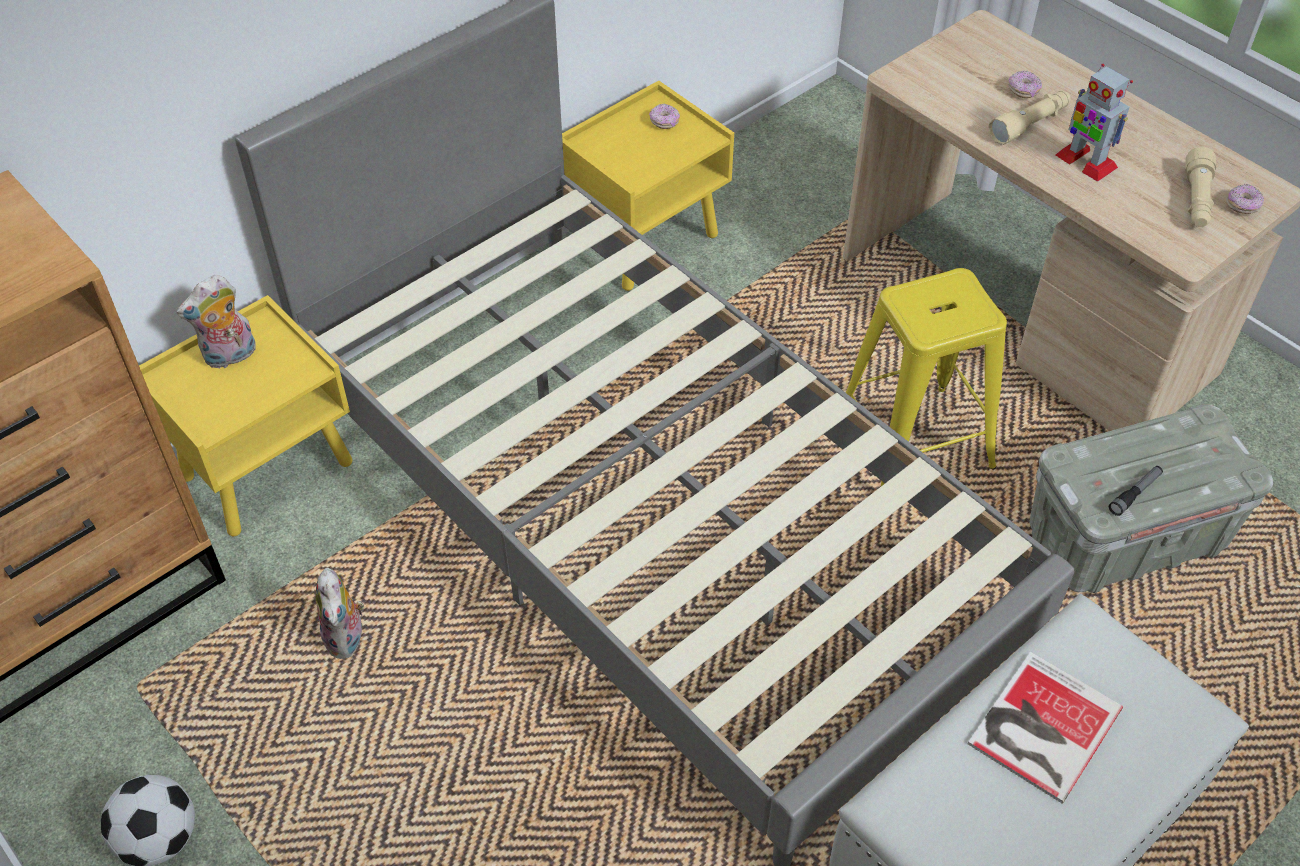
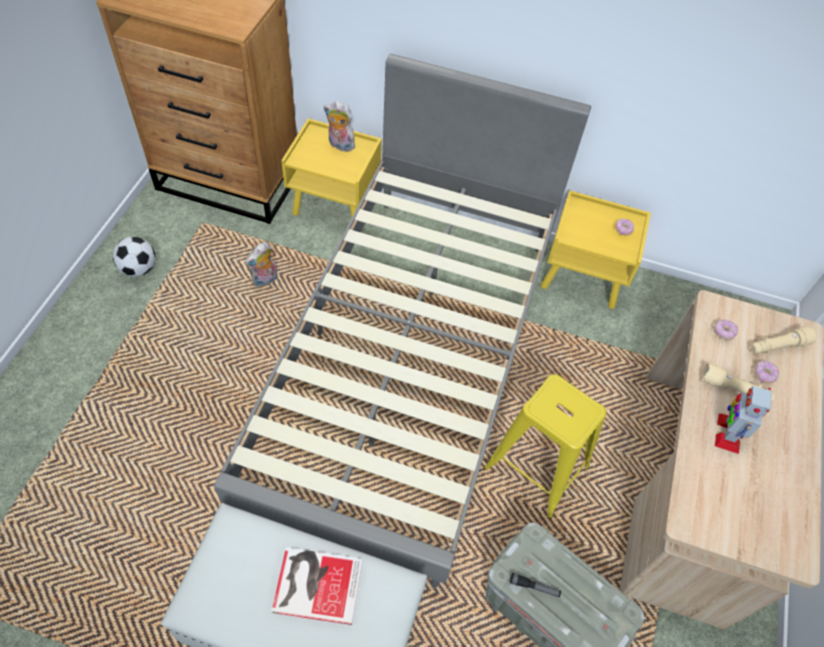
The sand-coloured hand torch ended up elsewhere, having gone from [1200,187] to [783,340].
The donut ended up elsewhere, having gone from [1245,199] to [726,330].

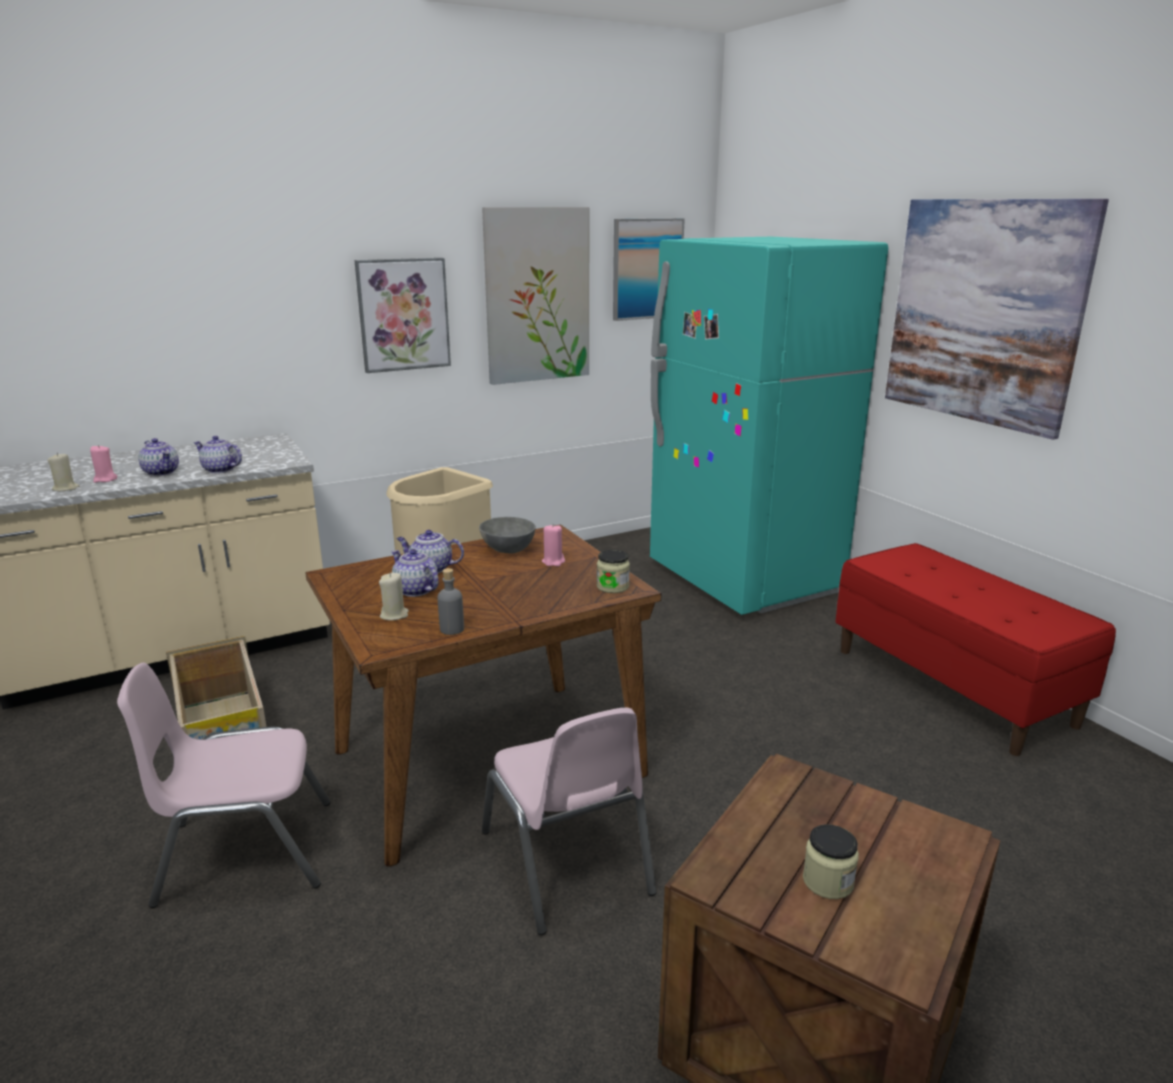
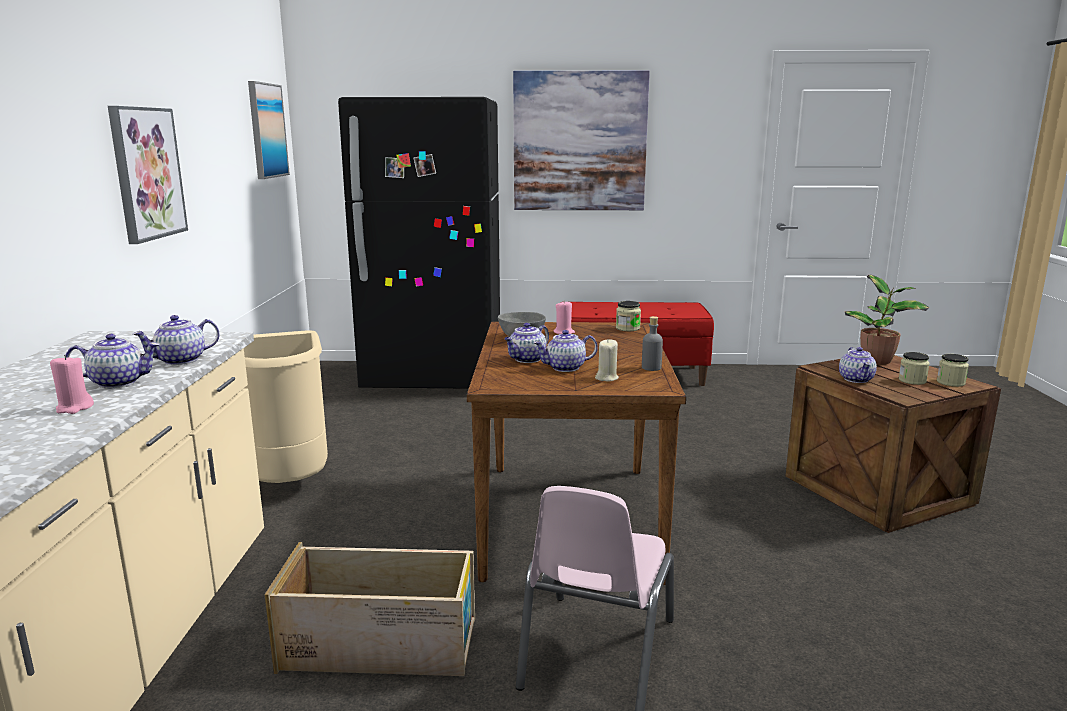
The second view lost the wall art at [535,296].
What was the blue-green kitchen fridge at [769,426] turned into the black kitchen fridge at [419,243].
The second view lost the sand-coloured wax candle at [63,472].
The second view lost the pink-coloured upright chair at [569,821].
The second view gained the houseplant at [887,319].
The second view gained the pot for tea at [858,365].
The second view gained the storage jar at [953,370].

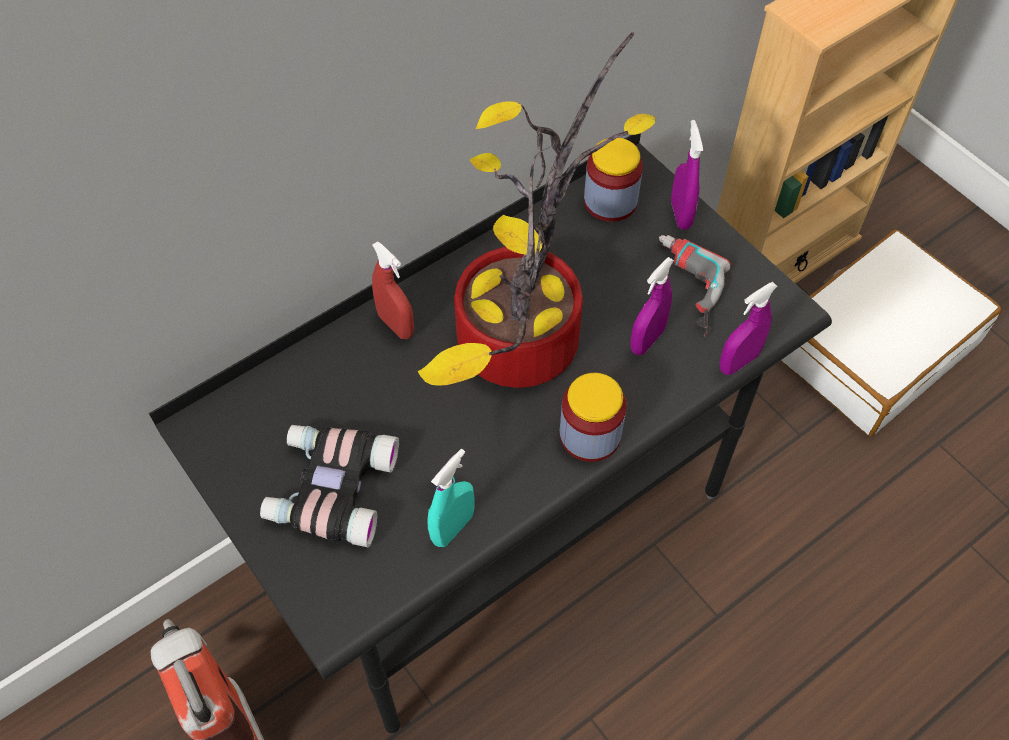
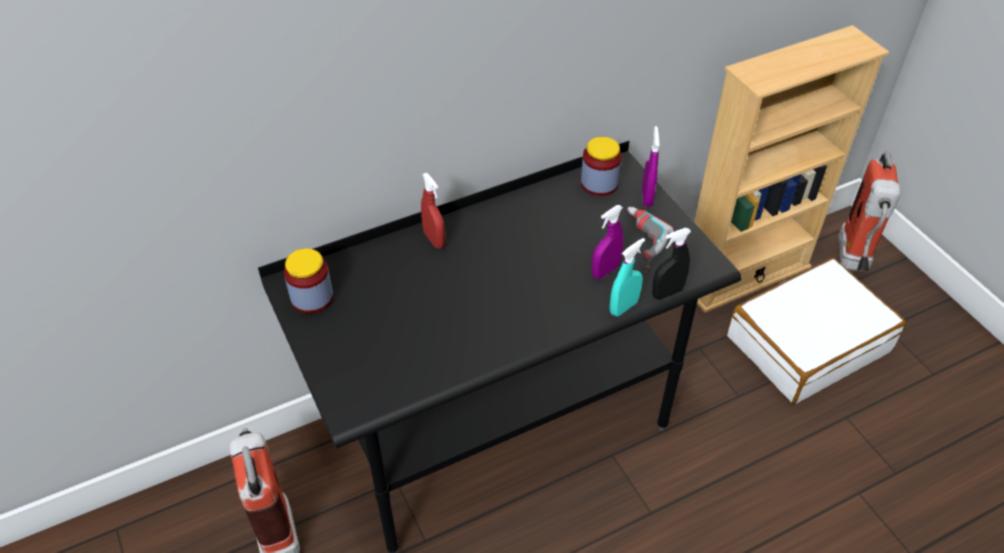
The second view lost the houseplant at [536,210].
What was the purple-coloured spray bottle at [748,328] turned into the black spray bottle at [671,263].
The storage jar ended up elsewhere, having gone from [593,417] to [308,281].
The second view lost the pair of binoculars at [329,486].
The blue-green spray bottle ended up elsewhere, having gone from [451,498] to [627,277].
The second view gained the fire extinguisher at [870,211].

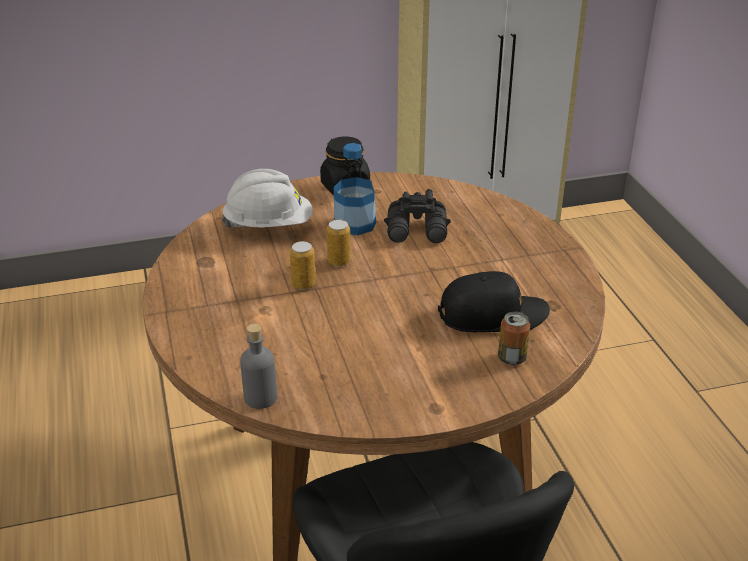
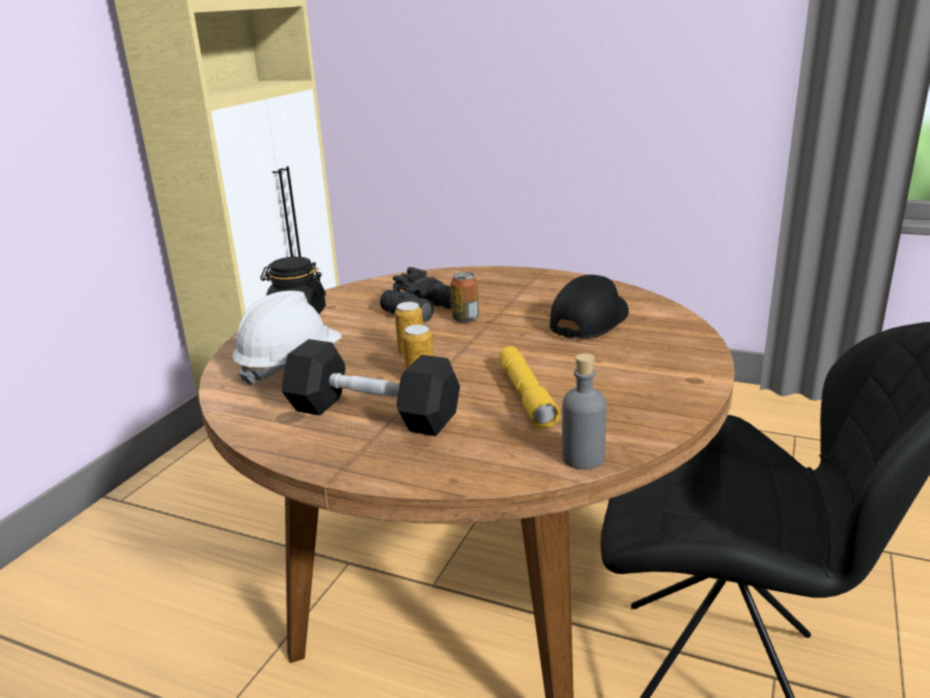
The second view lost the beverage bottle at [355,189].
The metal can ended up elsewhere, having gone from [514,338] to [465,297].
The second view gained the black free weight at [371,387].
The second view gained the yellow hand torch at [529,387].

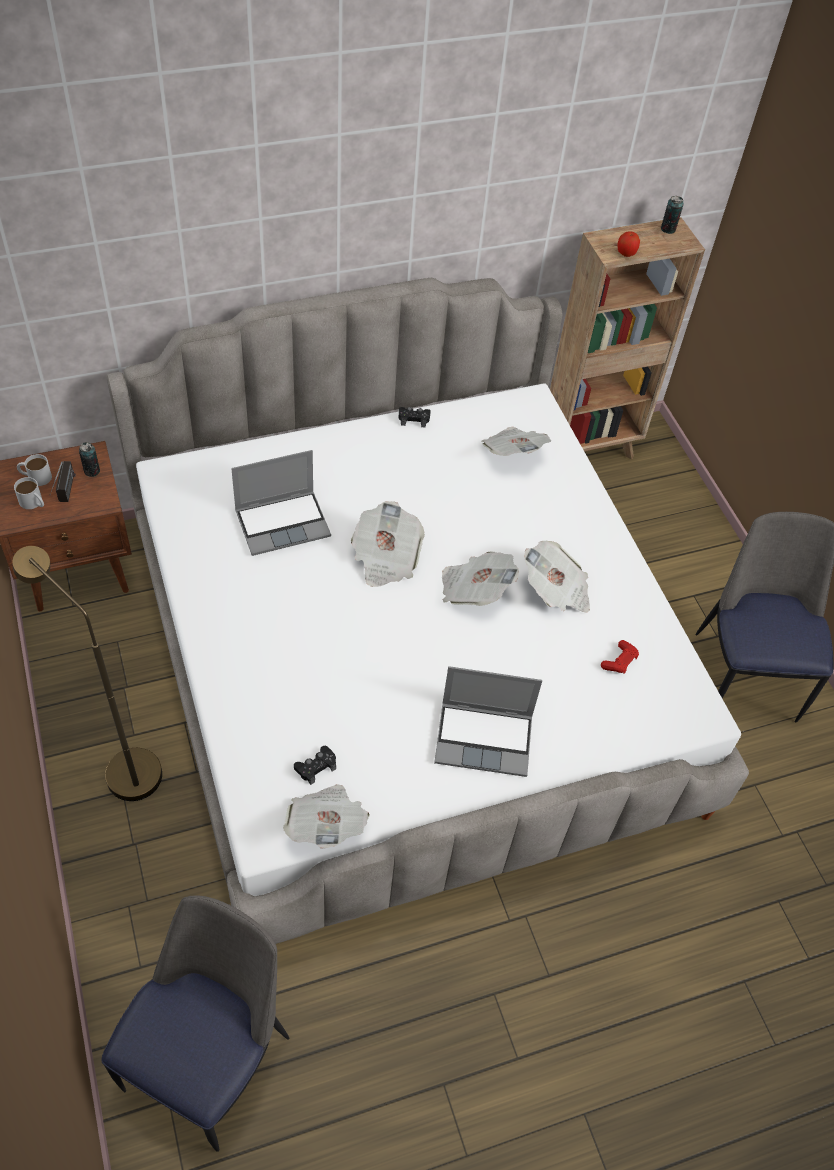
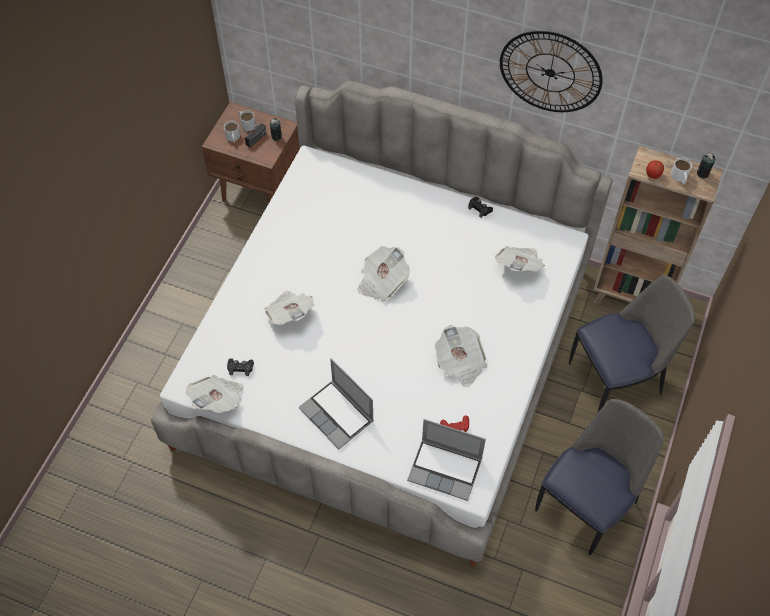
The portable computer ended up elsewhere, having gone from [281,503] to [446,460].
The second view lost the brown-coloured standing lamp at [87,673].
The newspaper ended up elsewhere, having gone from [480,578] to [289,308].
The upright chair ended up elsewhere, having gone from [195,1023] to [632,344].
The second view gained the wall clock at [551,71].
The second view gained the white coffee mug at [681,170].

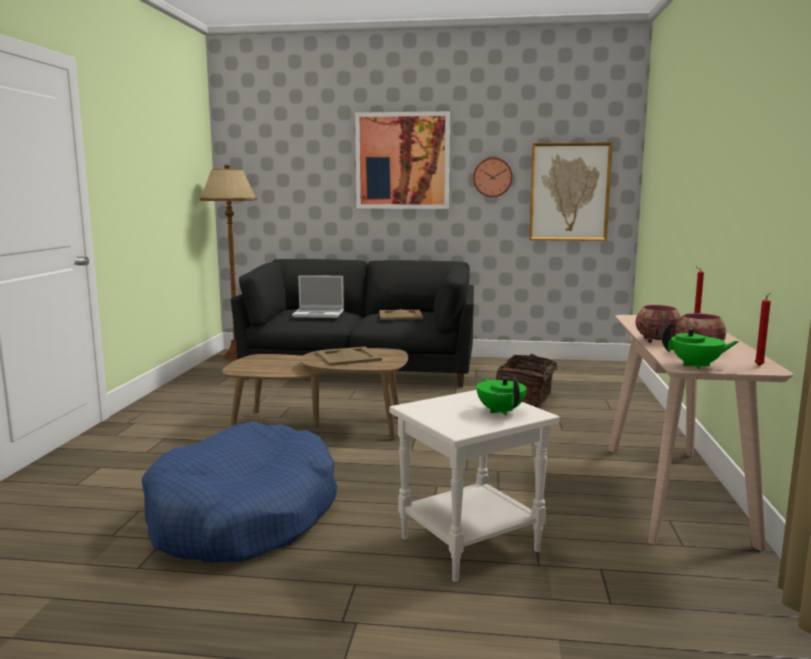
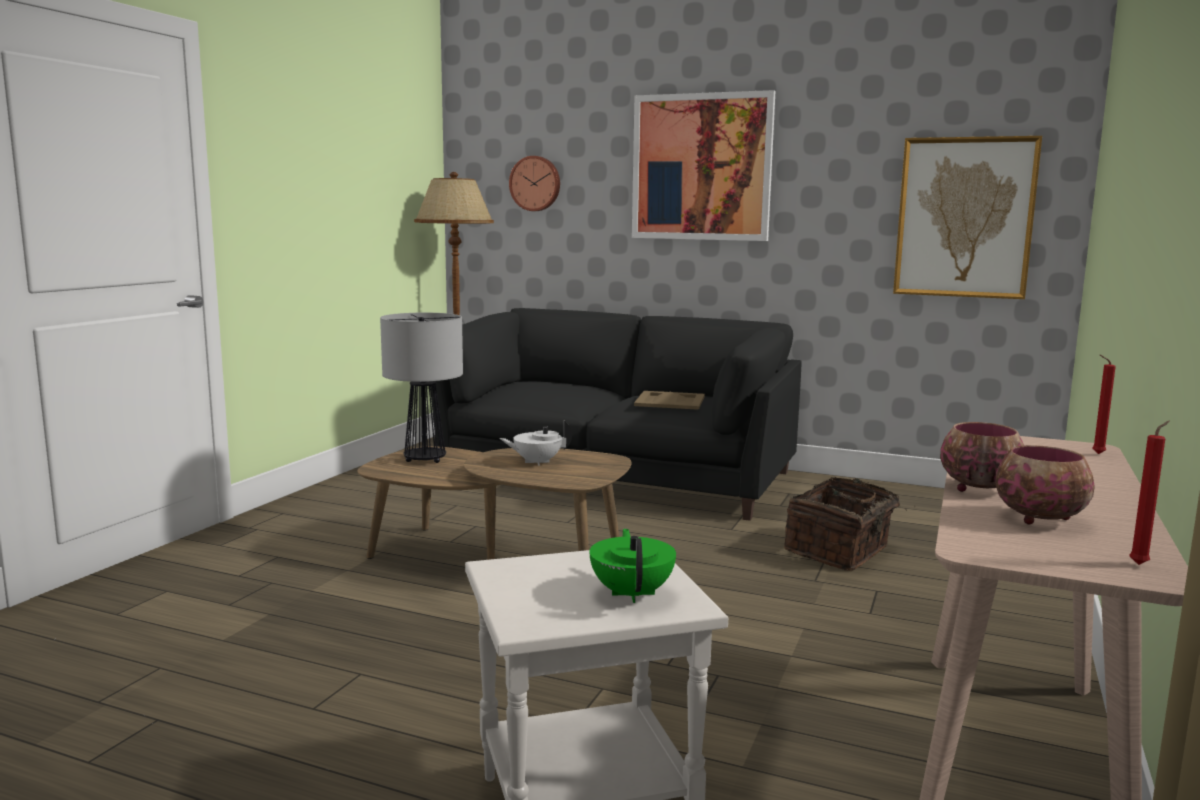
The wall clock ended up elsewhere, having gone from [493,177] to [534,183].
The second view lost the portable computer at [318,296].
The second view lost the green-coloured pot for tea at [700,345].
Where the sand-coloured tray stood at [349,356], the white pot for tea came to stand at [535,443].
The second view lost the blue pet bed at [239,492].
The second view gained the table lamp at [421,388].

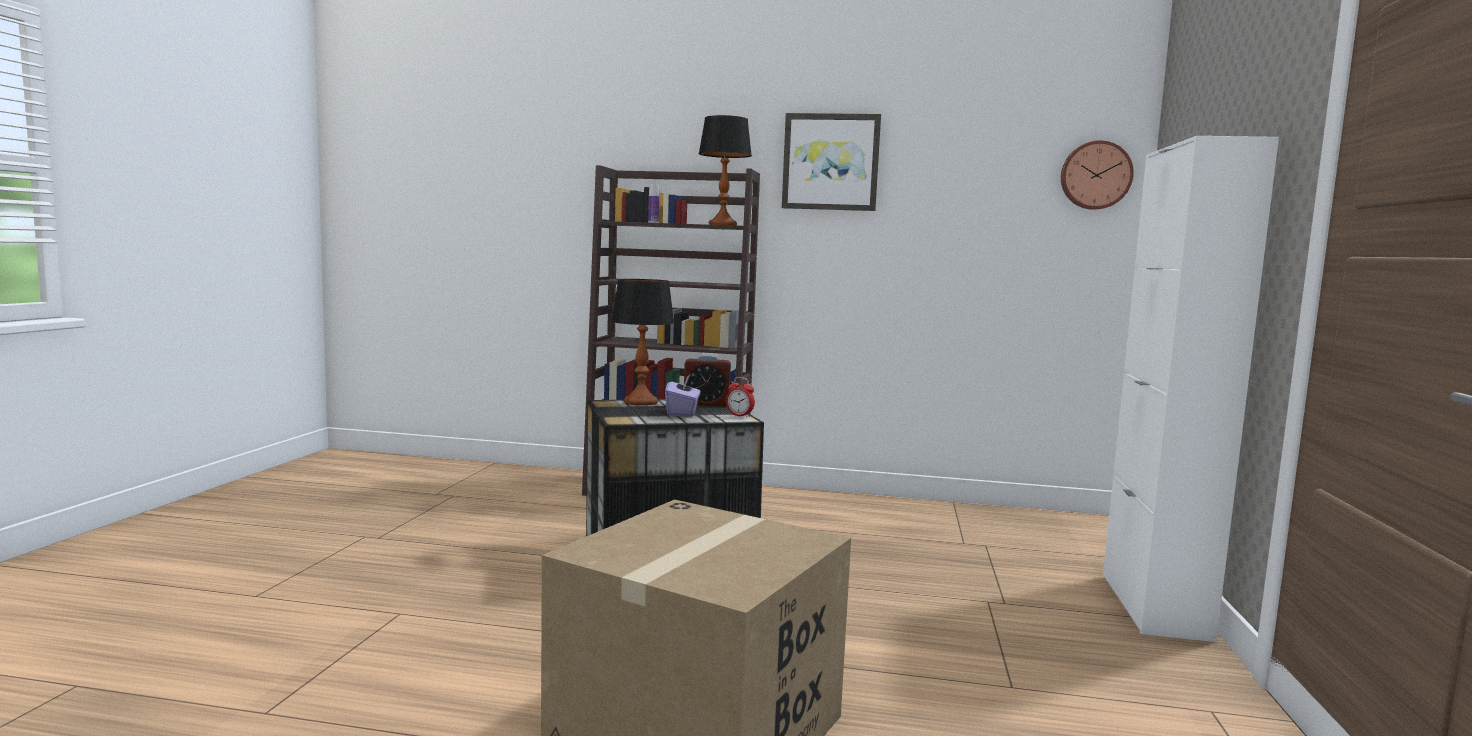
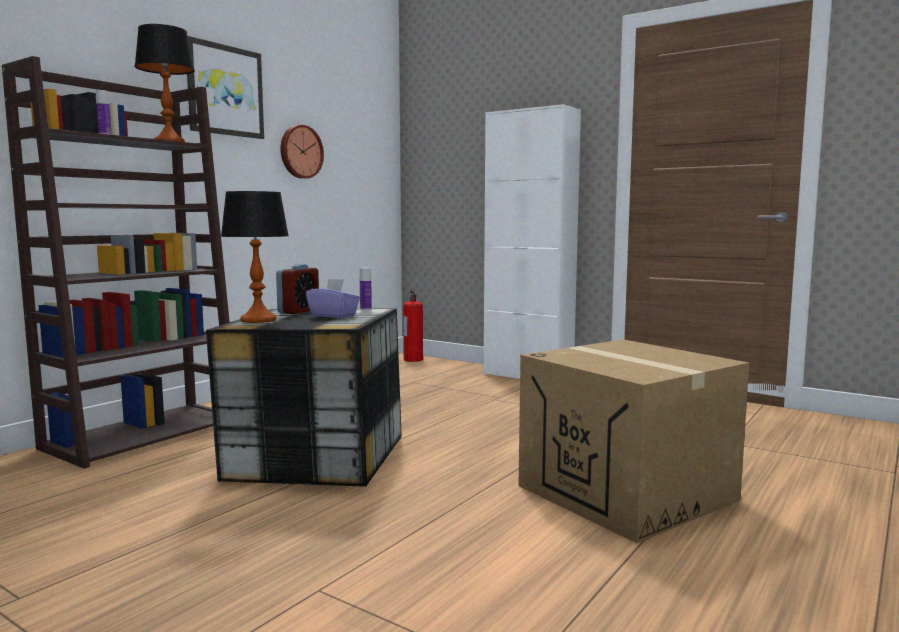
The wall clock ended up elsewhere, having gone from [1097,175] to [302,152].
Where the table clock stood at [740,397], the beverage bottle came to stand at [366,289].
The second view gained the fire extinguisher at [413,326].

